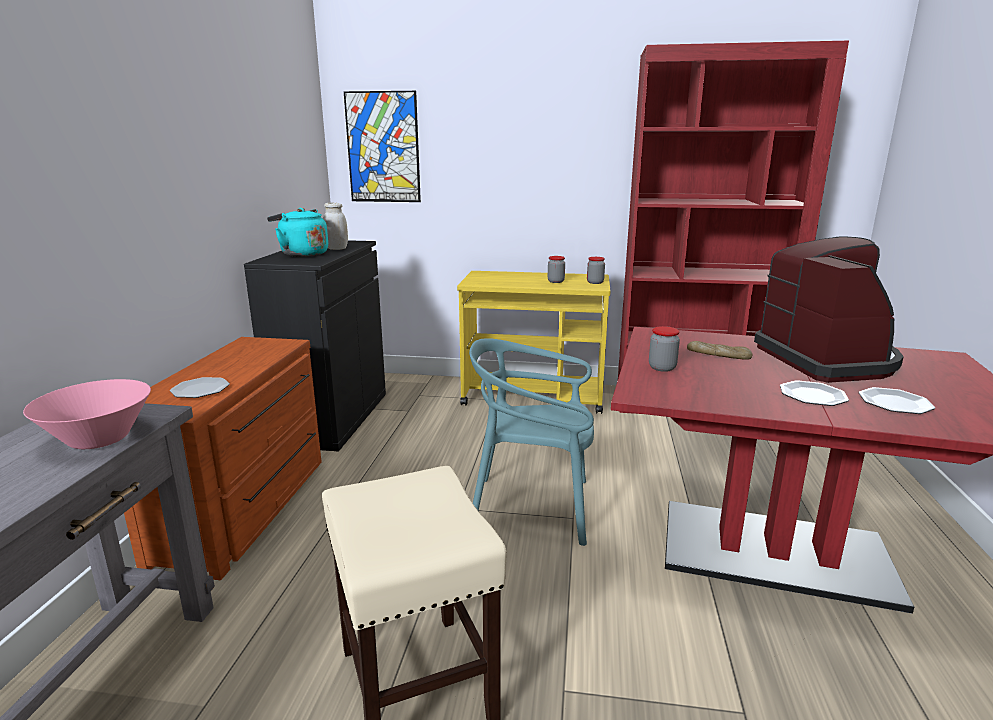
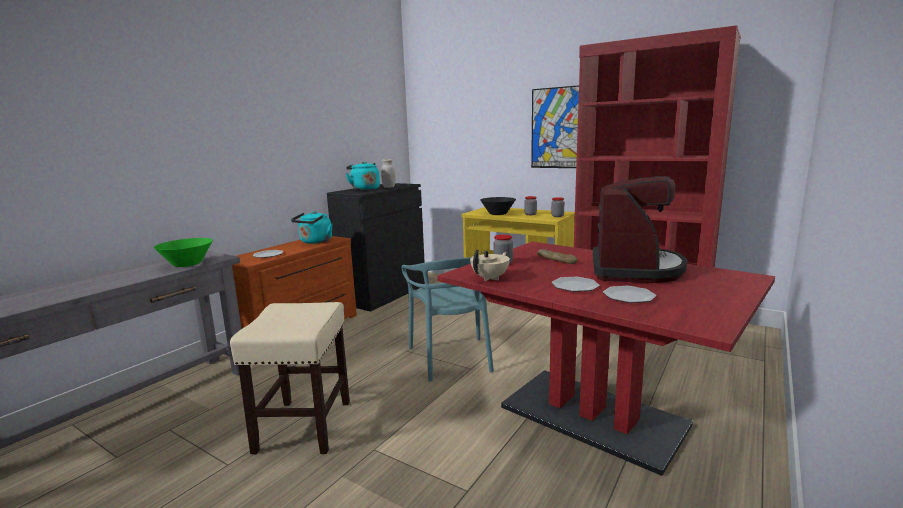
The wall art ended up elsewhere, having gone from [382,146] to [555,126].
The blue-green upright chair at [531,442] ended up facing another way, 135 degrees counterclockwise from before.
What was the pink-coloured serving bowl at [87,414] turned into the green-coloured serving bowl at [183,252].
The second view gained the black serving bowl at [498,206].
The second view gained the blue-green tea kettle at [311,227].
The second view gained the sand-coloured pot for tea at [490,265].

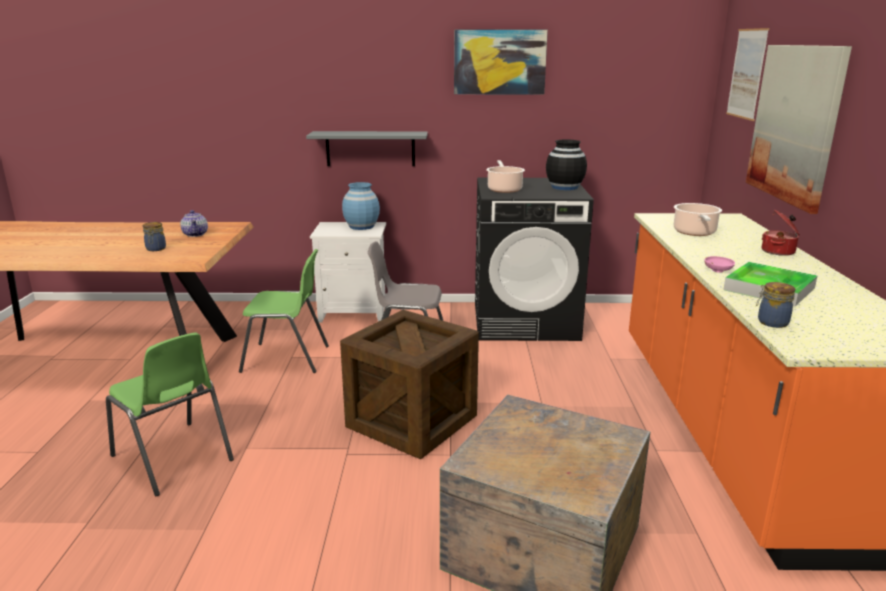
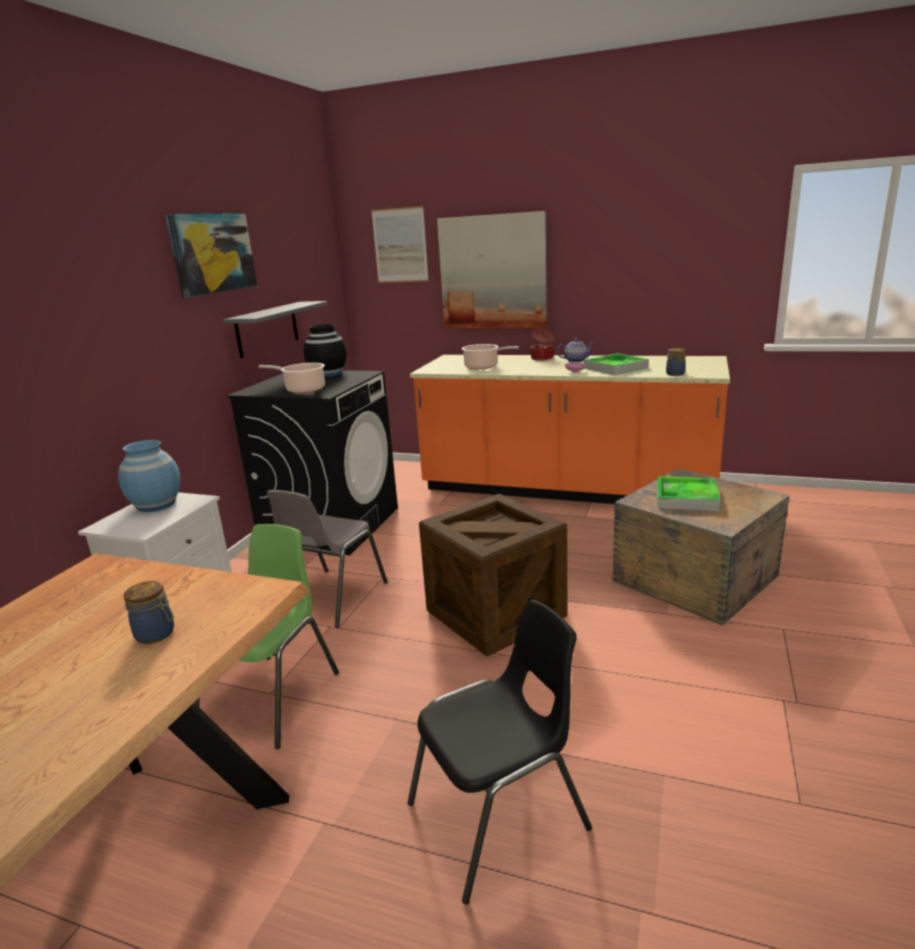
The greyish bracket shelf ended up elsewhere, having gone from [367,148] to [275,329].
The pot for tea ended up elsewhere, having gone from [194,223] to [575,350].
What was the green-coloured upright chair at [170,414] turned into the black upright chair at [499,752].
The second view gained the tray at [688,493].

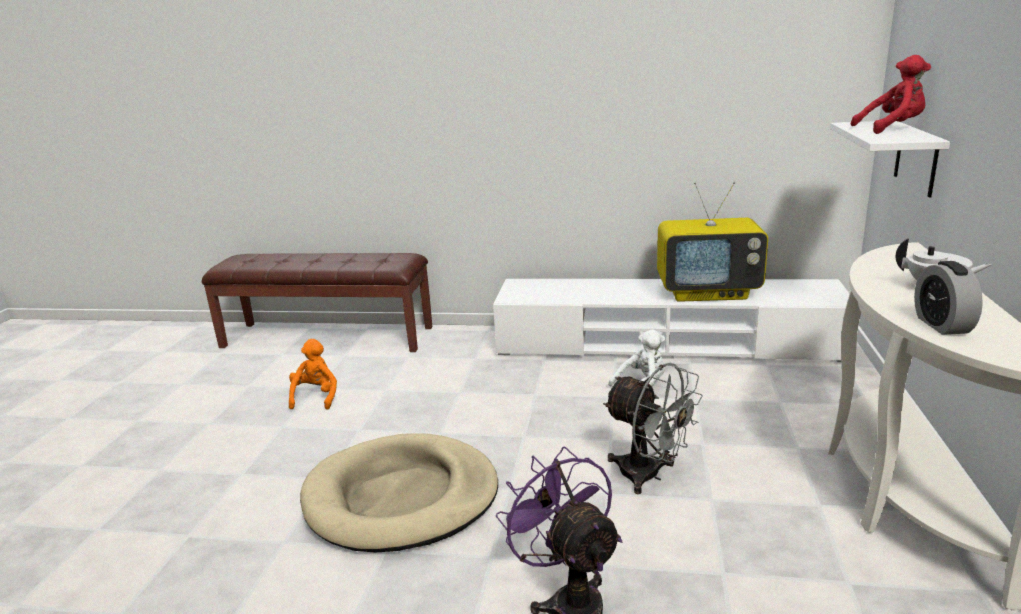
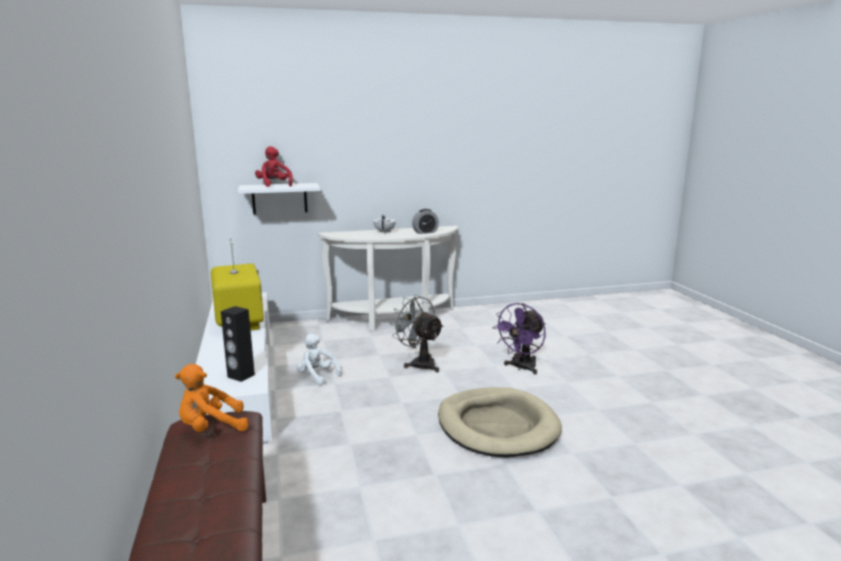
The orange soft toy ended up elsewhere, having gone from [313,374] to [211,398].
The greyish electric fan at [653,428] ended up facing another way, 60 degrees counterclockwise from before.
The second view gained the black speaker at [238,344].

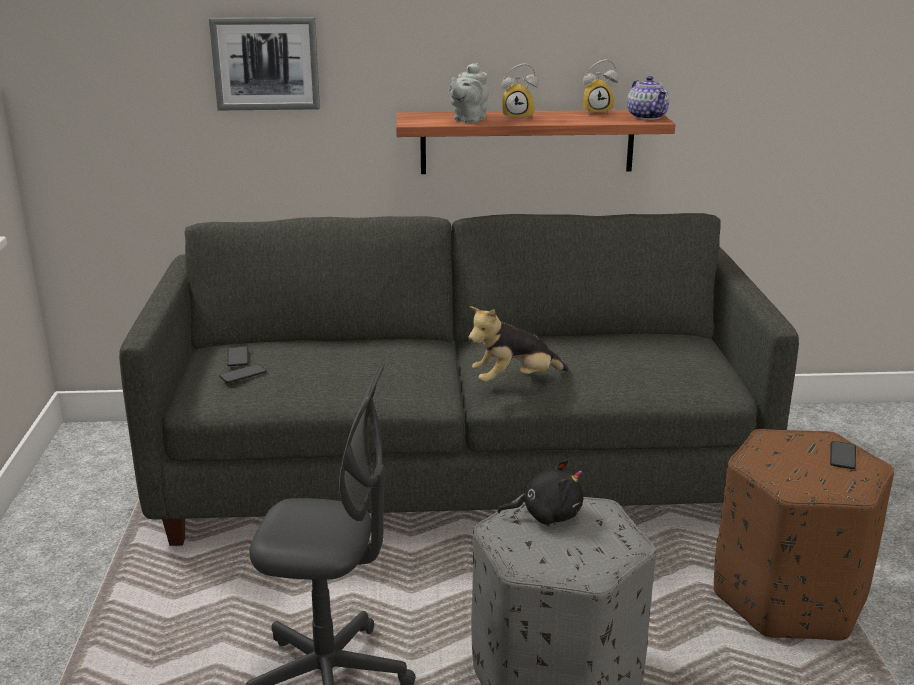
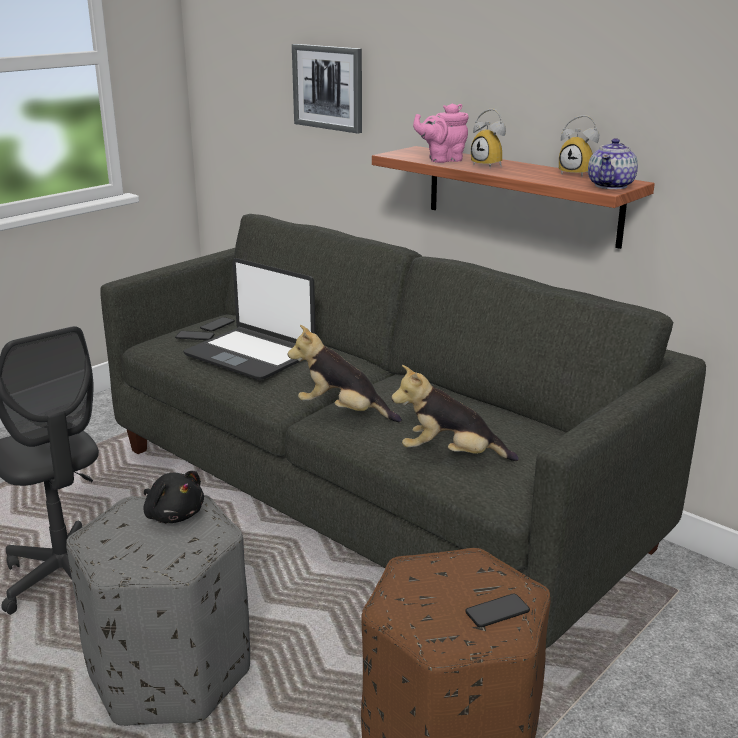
What was the greyish pot for tea at [468,93] turned into the pink-coloured pot for tea at [441,133].
The second view gained the portable computer at [249,319].
The second view gained the soft toy at [455,413].

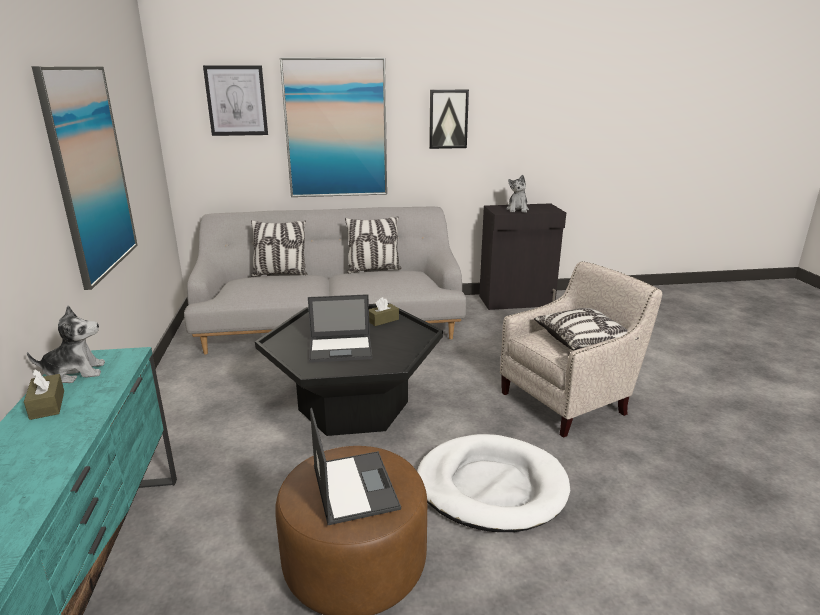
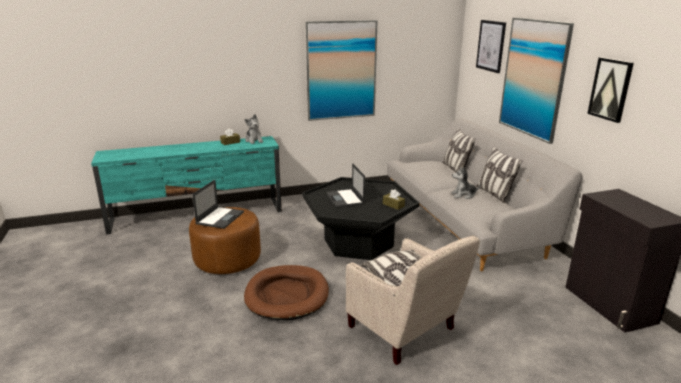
The soft toy ended up elsewhere, having gone from [517,194] to [466,183].
The portable computer at [355,466] ended up facing another way, 45 degrees counterclockwise from before.
What was the white pet bed at [493,483] turned into the brown-coloured pet bed at [286,293].

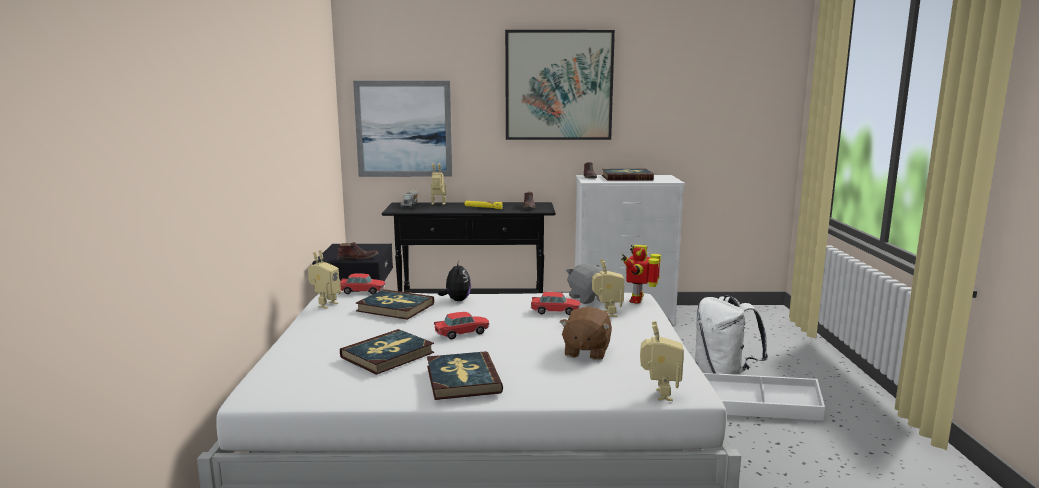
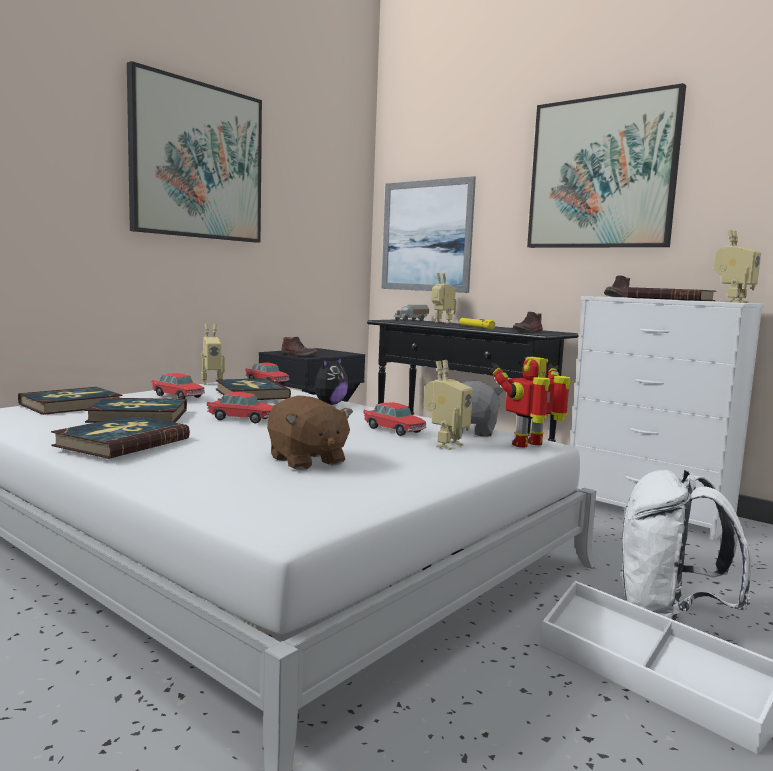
The brown-coloured soft toy at [586,333] ended up facing another way, 90 degrees counterclockwise from before.
The toy robot ended up elsewhere, having gone from [662,361] to [737,266].
The second view gained the wall art at [194,151].
The second view gained the toy car at [178,386].
The second view gained the book at [70,401].

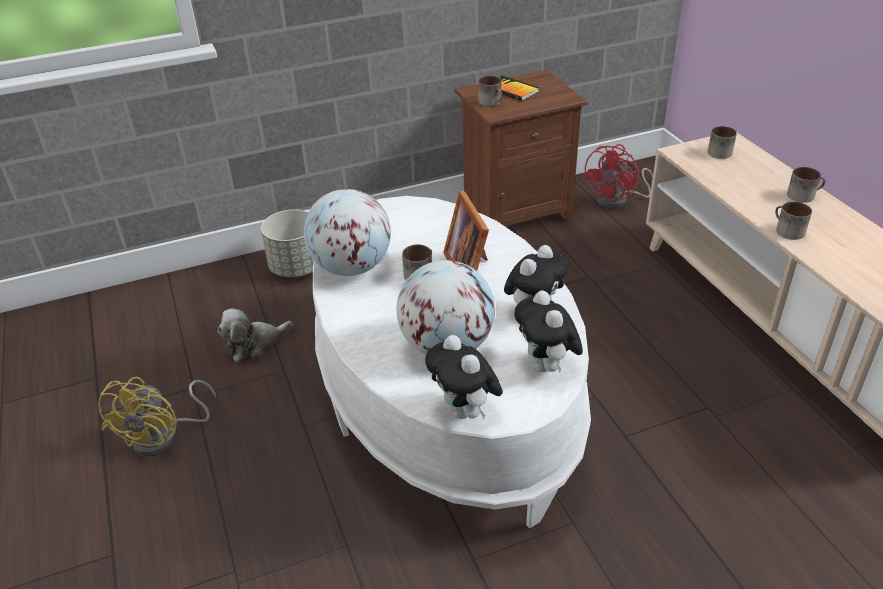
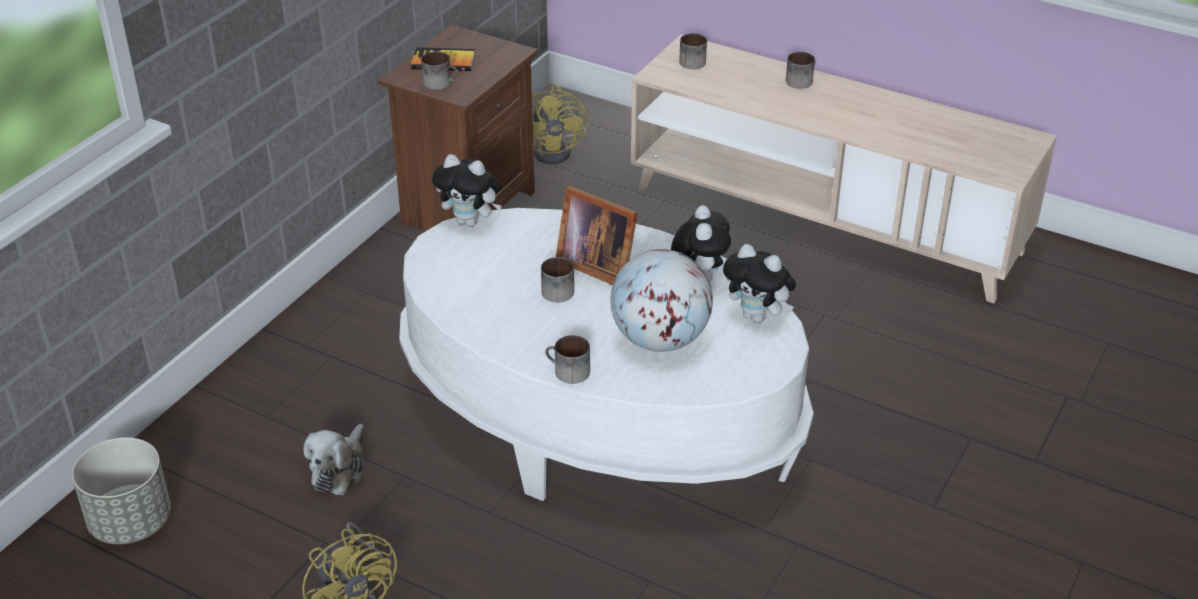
What was the red electric fan at [618,176] turned into the yellow electric fan at [559,124].
The second view lost the desk globe at [347,232].
The coffee mug ended up elsewhere, having gone from [793,221] to [567,359].
The greyish plant pot ended up elsewhere, having gone from [287,243] to [121,490].
The soft toy ended up elsewhere, having gone from [464,377] to [467,190].

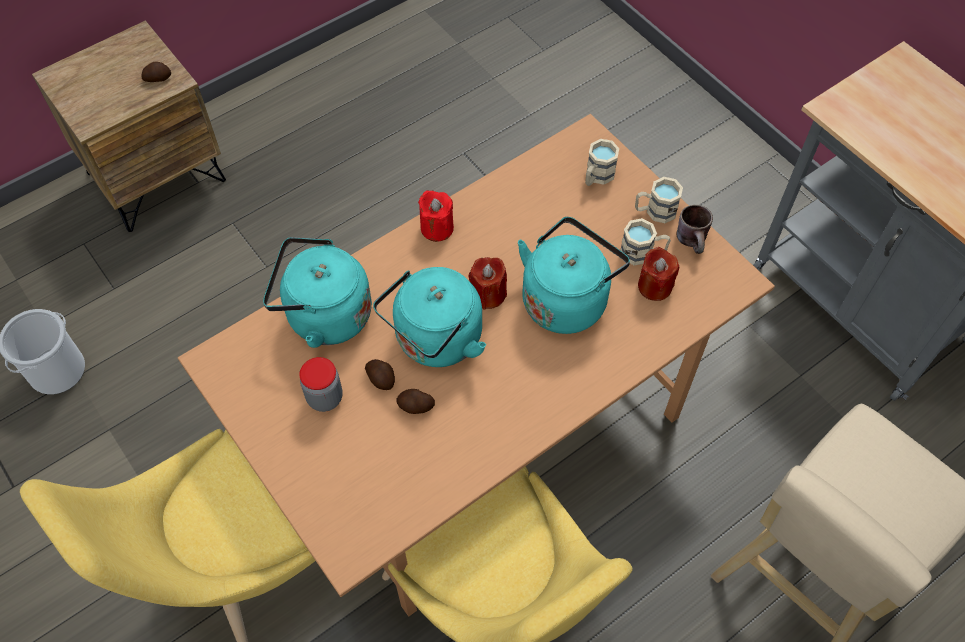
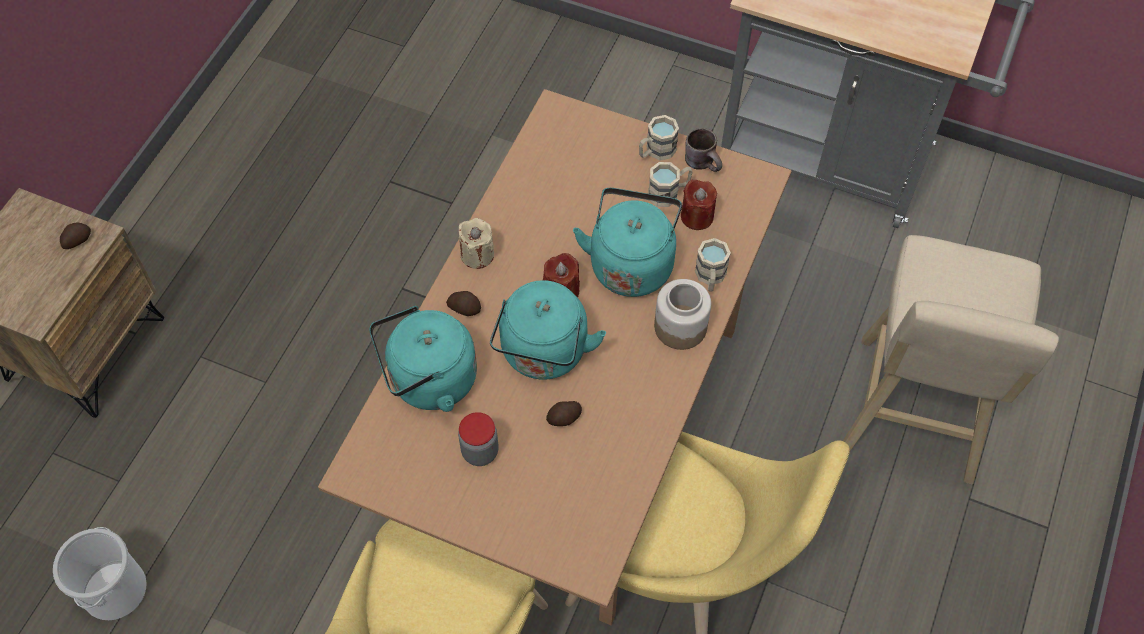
The sand-coloured coffee mug ended up elsewhere, having gone from [602,162] to [713,265].
What was the red wax candle at [436,216] turned into the sand-coloured wax candle at [476,243].
The whole potato ended up elsewhere, having gone from [380,374] to [463,303].
The second view gained the storage jar at [682,314].

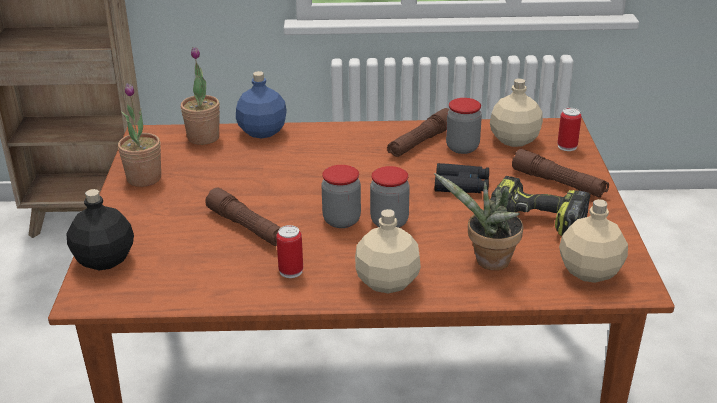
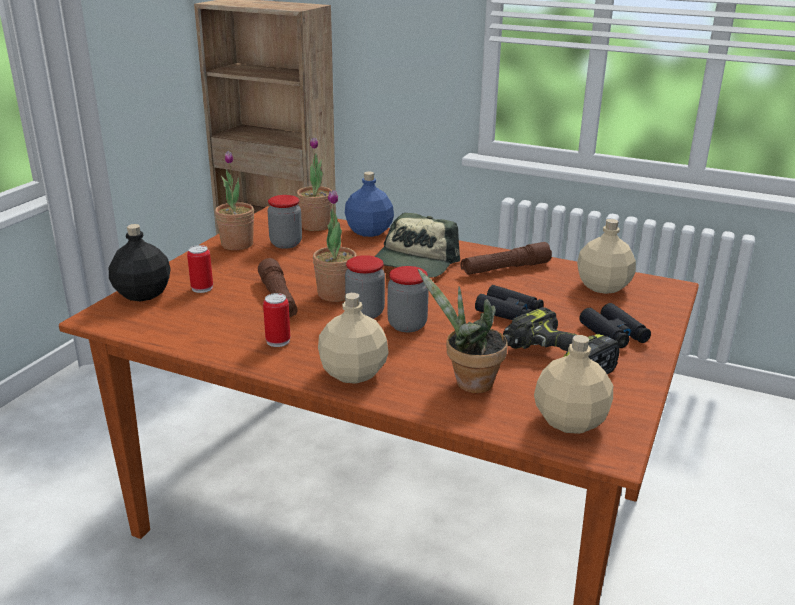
The storage jar ended up elsewhere, having gone from [464,126] to [285,222].
The metal can ended up elsewhere, having gone from [570,129] to [200,269].
Where the brown-coloured hand torch stood at [560,173], the black pair of binoculars came to stand at [615,325].
The second view gained the houseplant at [334,246].
The second view gained the cap at [417,245].

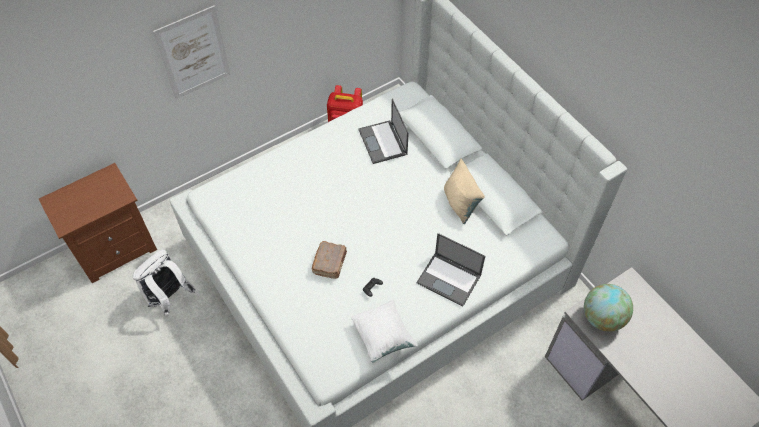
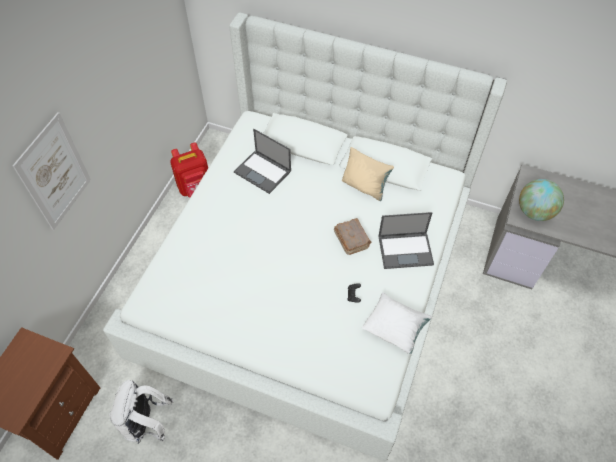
The brown-coloured book ended up elsewhere, having gone from [329,260] to [352,236].

